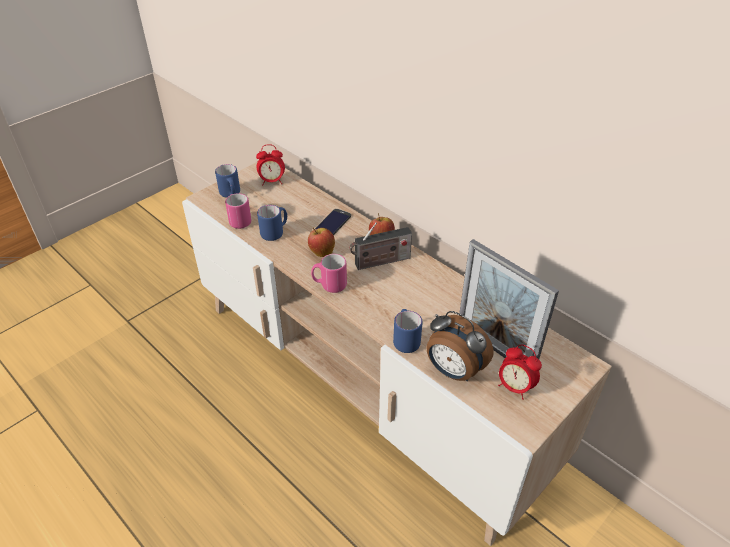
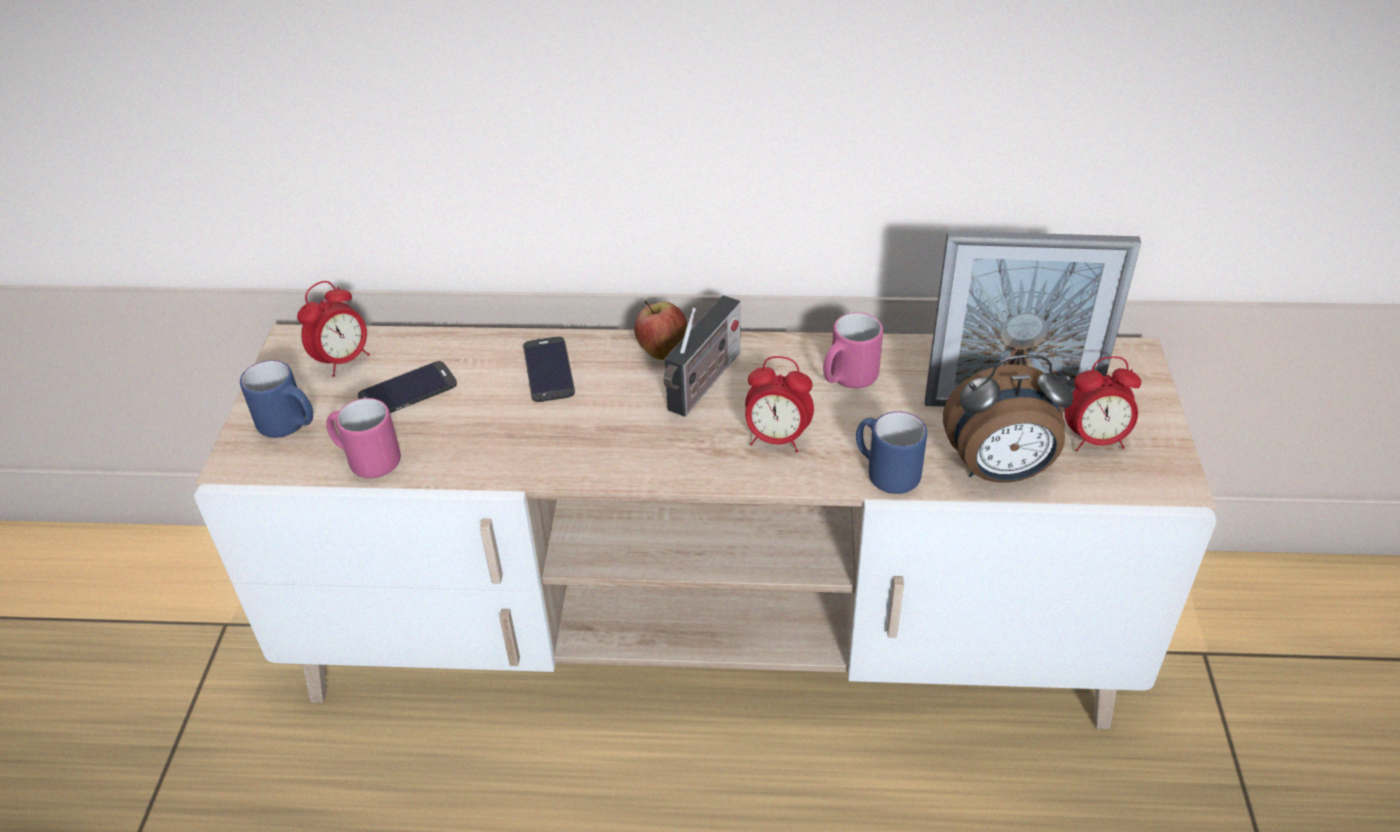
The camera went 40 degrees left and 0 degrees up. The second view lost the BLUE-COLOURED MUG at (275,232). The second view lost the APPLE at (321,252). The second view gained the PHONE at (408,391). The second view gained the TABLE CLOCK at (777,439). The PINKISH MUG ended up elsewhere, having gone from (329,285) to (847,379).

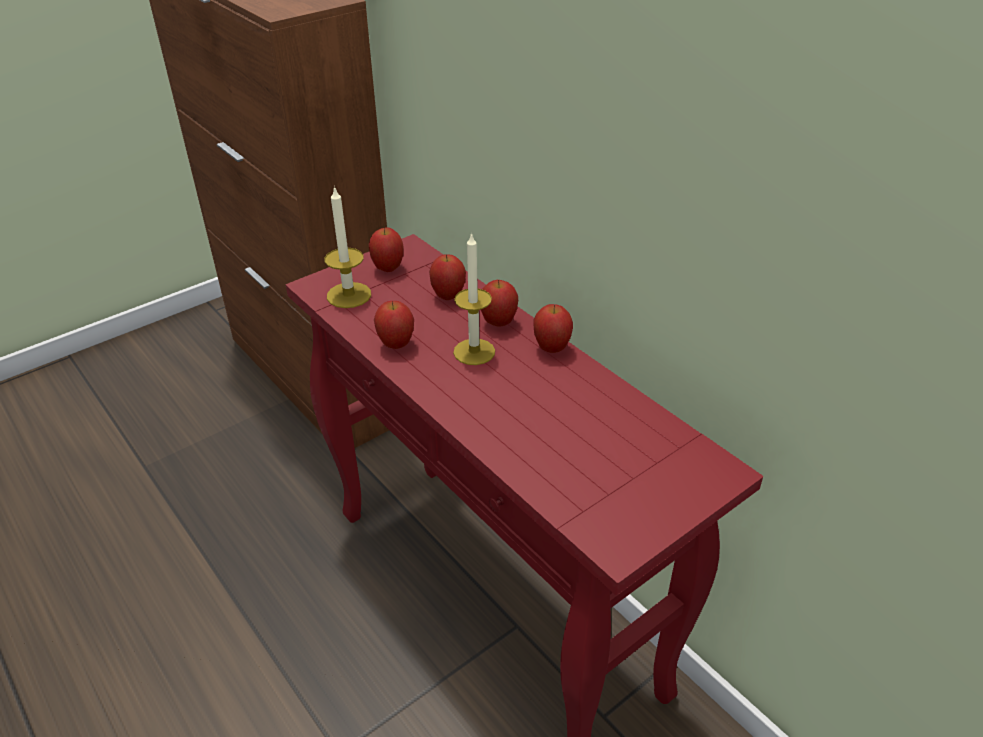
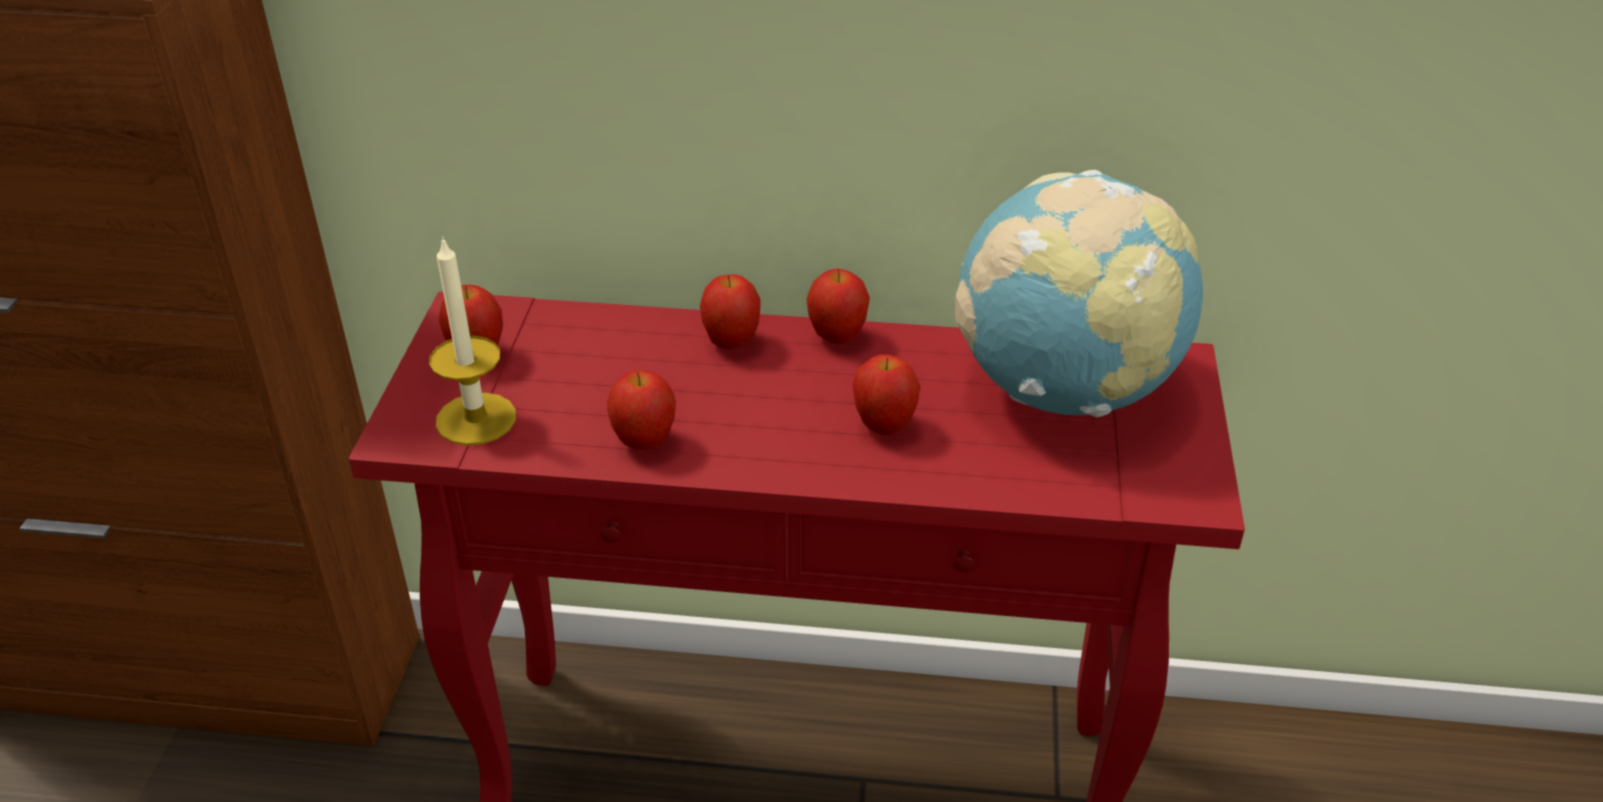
The camera went 45 degrees left and 0 degrees up. The second view lost the WAX LIGHT at (474,352). The second view gained the DESK GLOBE at (1064,390). The APPLE ended up elsewhere, having gone from (448,296) to (884,426).

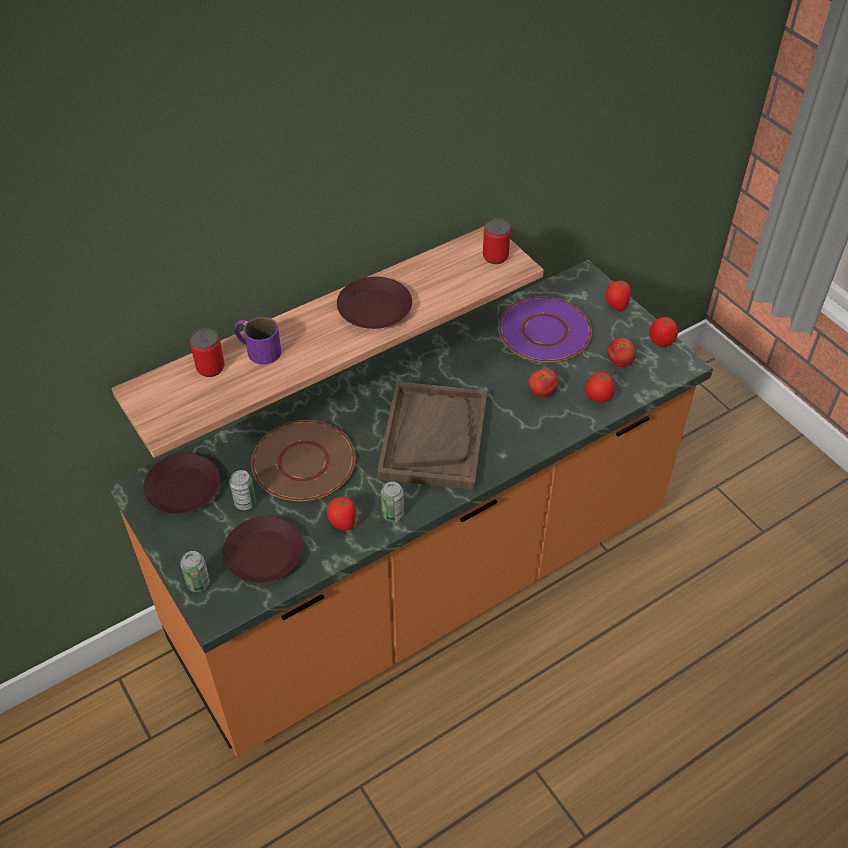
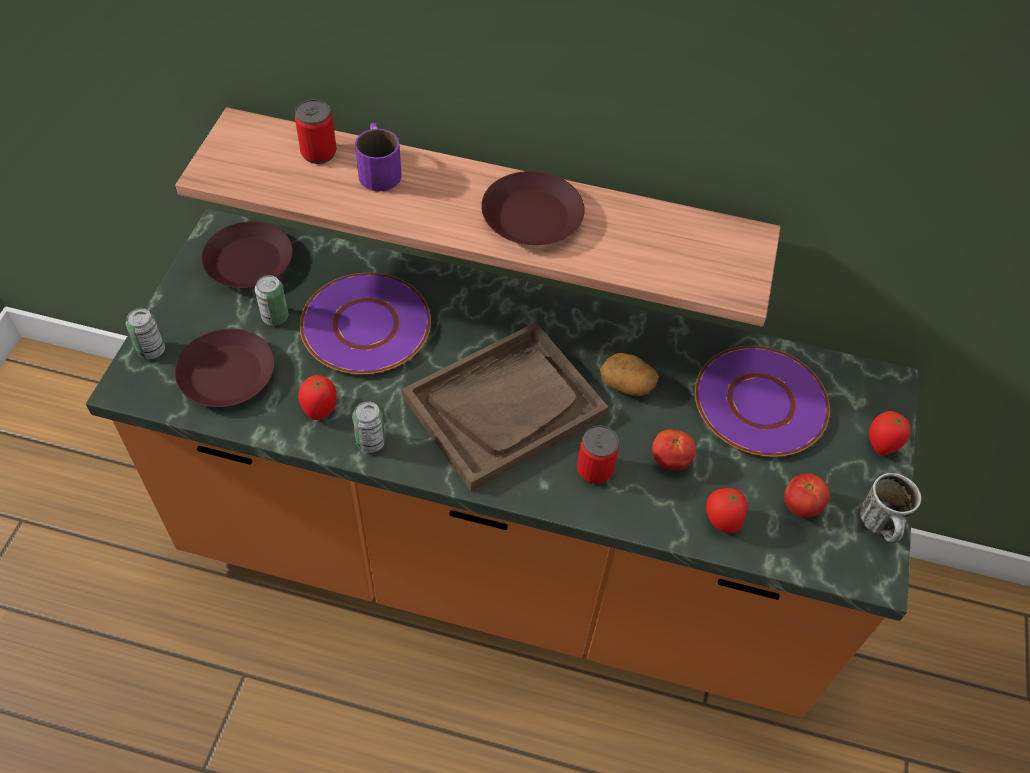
The camera went 45 degrees right and 5 degrees up. The second view gained the SPUD at (627,384). The CAN ended up elsewhere, having gone from (495,256) to (594,470). Where the TOMATO stood at (661,342), the MUG came to stand at (881,527). What was the BROWN-COLOURED FLAT DISH at (303,462) turned into the PURPLE FLAT DISH at (365,325).

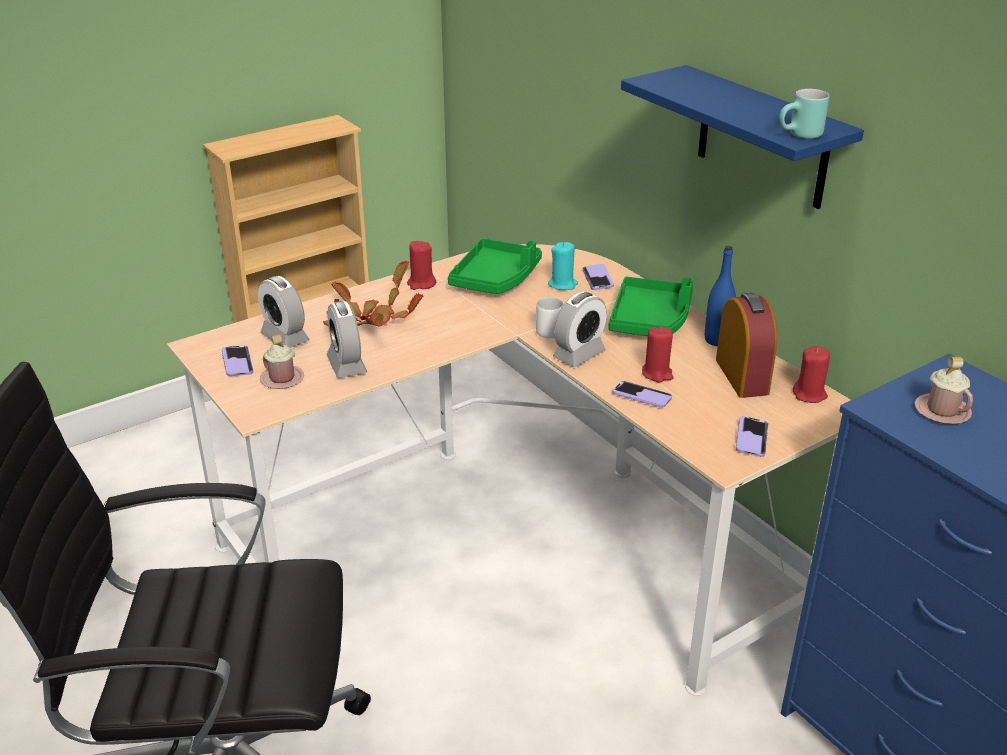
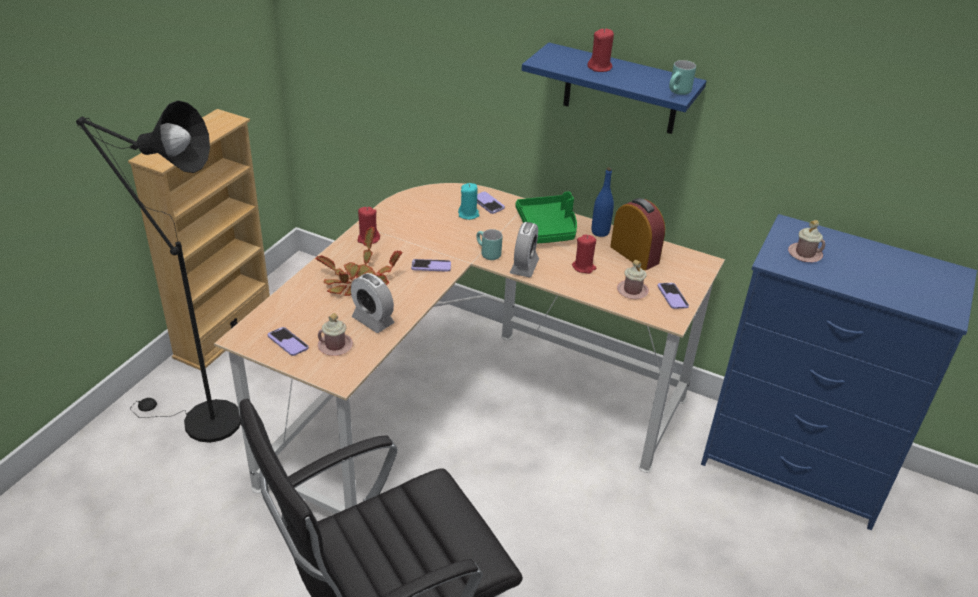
The camera went 30 degrees left and 5 degrees up. The second view lost the TABLE CLOCK at (284,337). The second view lost the GREEN SERVING TRAY at (496,279). The second view gained the BLACK STANDARD LAMP at (201,421). The second view gained the PINKISH MUG at (632,291). The PHONE ended up elsewhere, having gone from (642,396) to (431,266). The RED-COLOURED WAX LIGHT ended up elsewhere, having gone from (809,395) to (600,67). What was the WHITE-COLOURED MUG at (545,330) turned into the TURQUOISE-COLOURED MUG at (486,254).

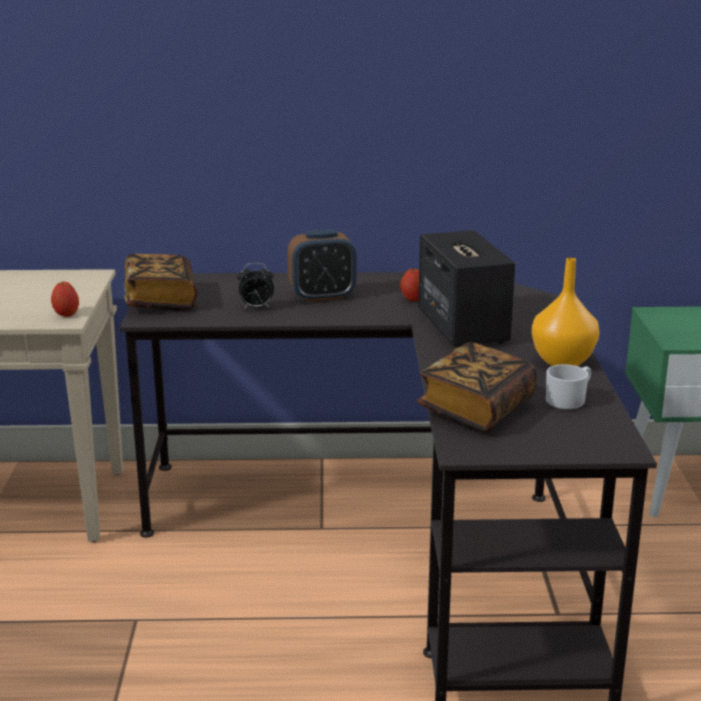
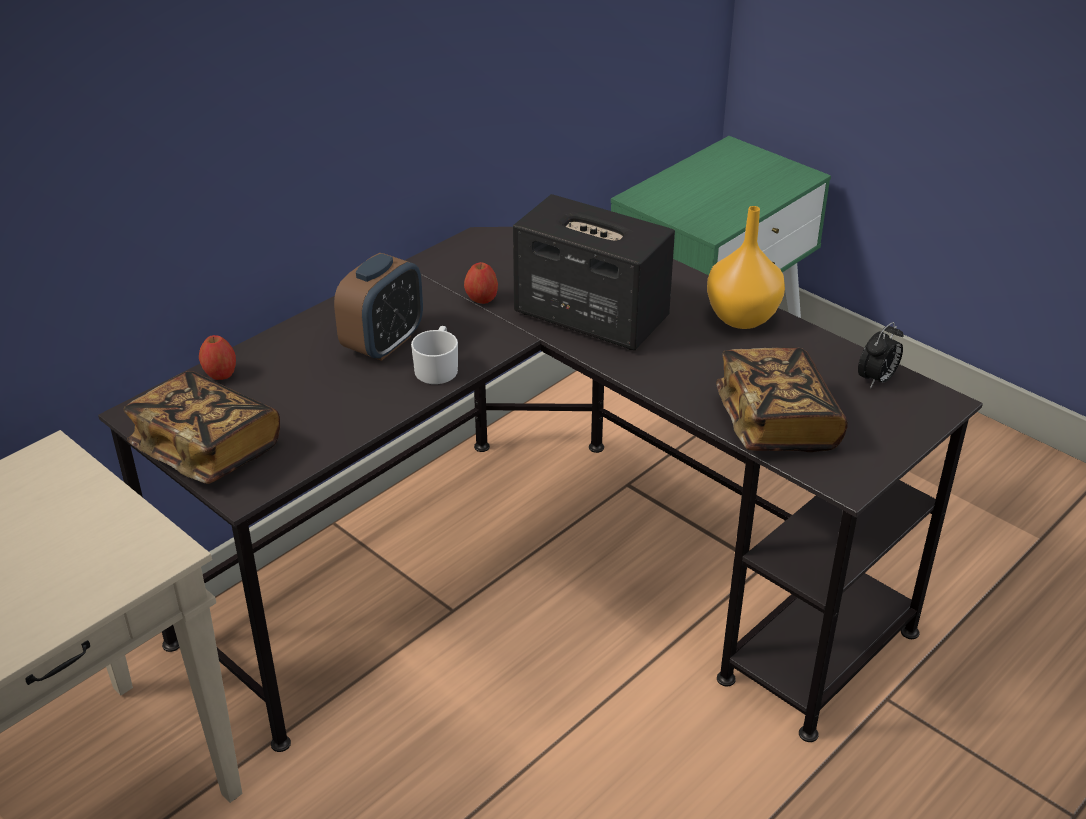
The camera went 45 degrees left and 15 degrees up. The APPLE ended up elsewhere, having gone from (66,314) to (220,375). The TABLE CLOCK ended up elsewhere, having gone from (256,308) to (877,380). The WHITE-COLOURED MUG ended up elsewhere, having gone from (569,399) to (437,368).

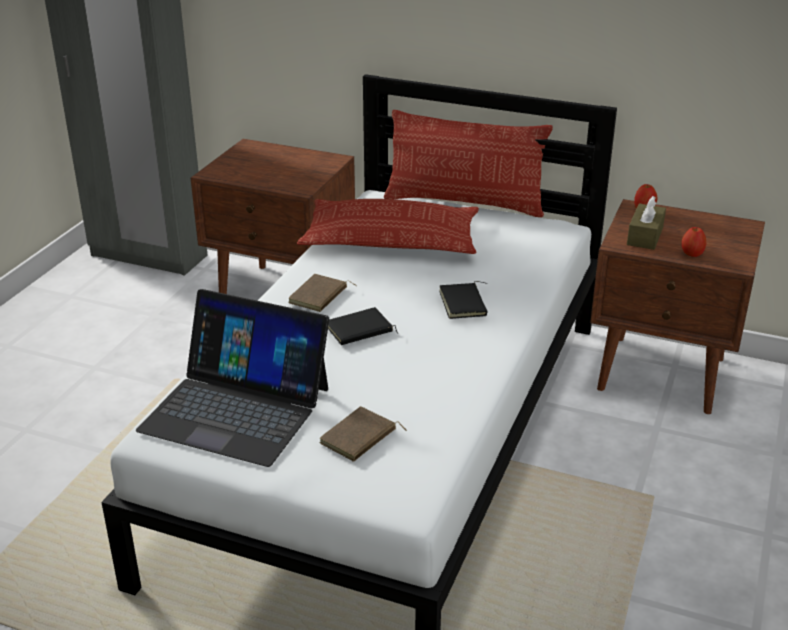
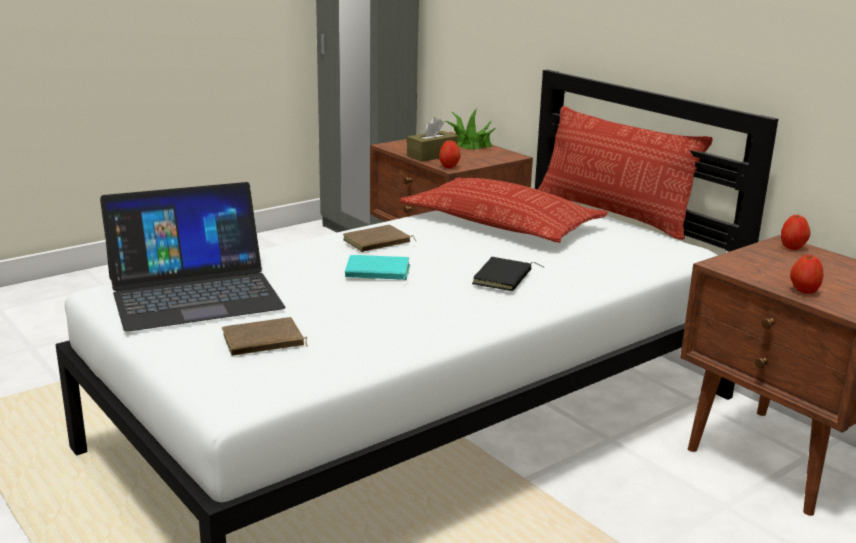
The camera went 30 degrees right and 10 degrees down. The second view gained the APPLE at (449,166). The second view gained the POTTED PLANT at (470,144). The BROWN-COLOURED TISSUE BOX ended up elsewhere, having gone from (645,236) to (432,155). What was the BLACK BOOK at (359,331) turned into the TURQUOISE-COLOURED BOOK at (377,272). The PORTABLE COMPUTER at (236,408) ended up facing another way, 75 degrees counterclockwise from before.

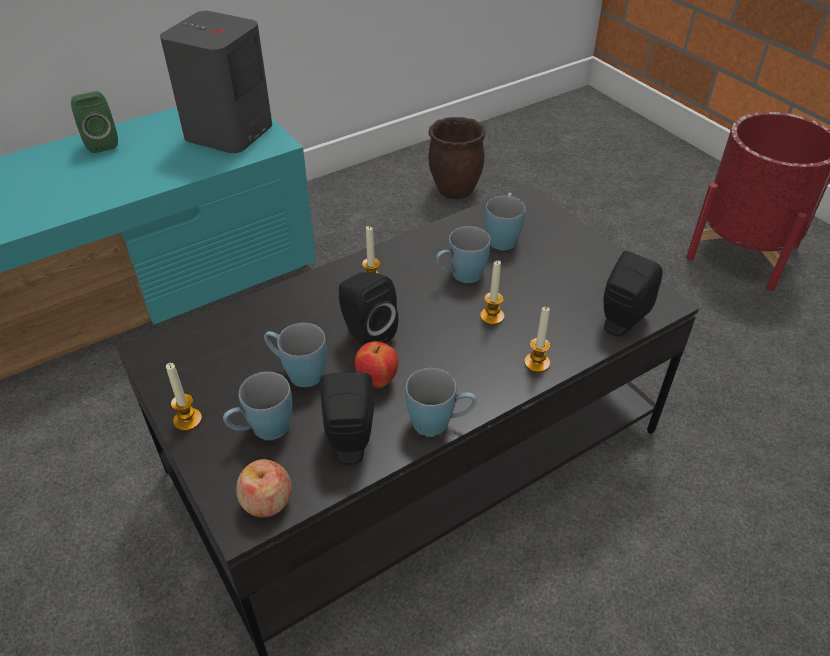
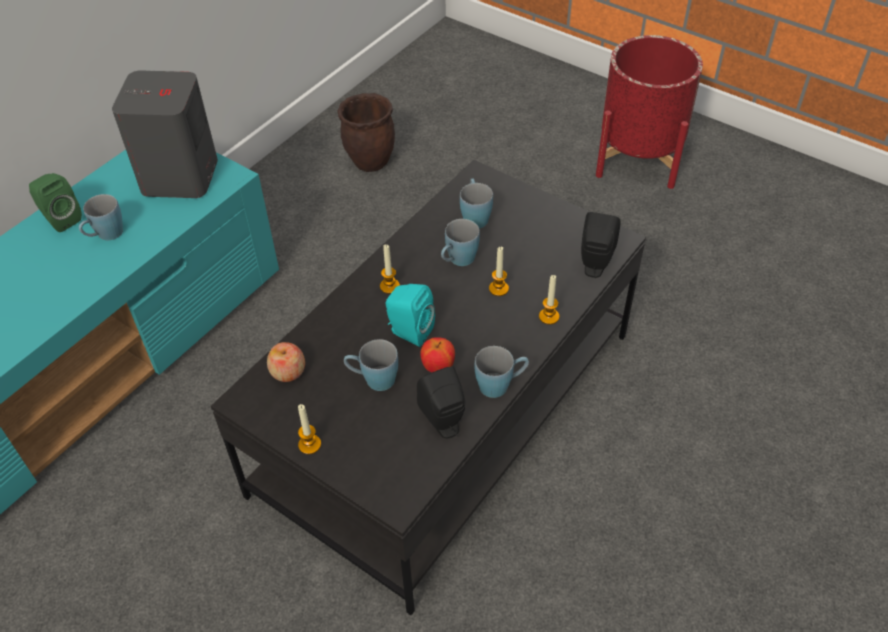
The camera went 20 degrees left and 5 degrees up. The BLUE-COLOURED MUG ended up elsewhere, having gone from (262,430) to (106,236). The APPLE ended up elsewhere, having gone from (267,501) to (288,371). What was the BLACK SPEAKER at (366,333) turned into the TURQUOISE-COLOURED SPEAKER at (408,332).

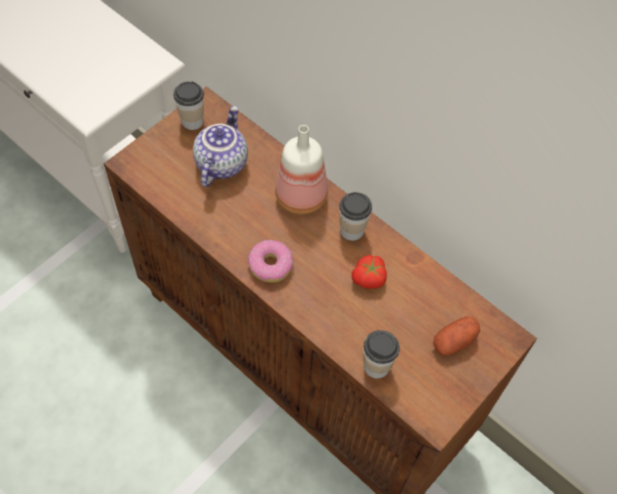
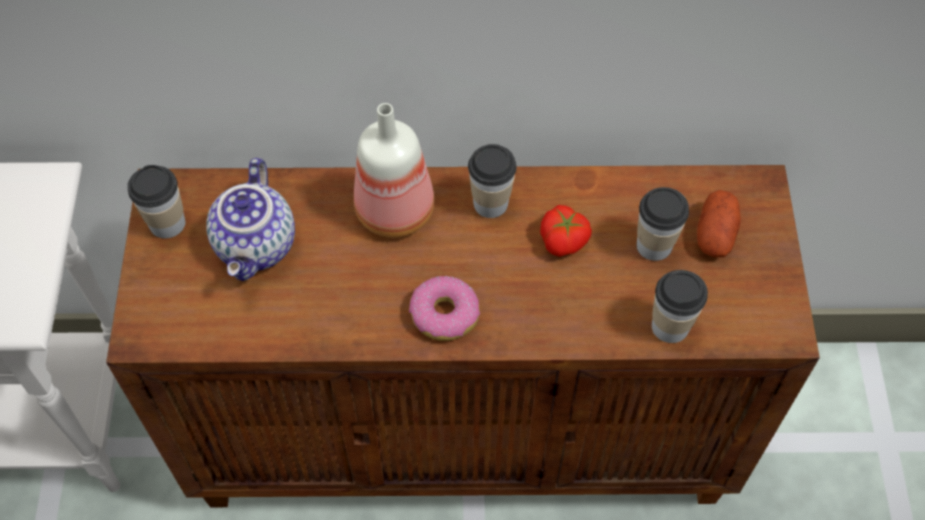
The camera went 40 degrees left and 0 degrees up. The second view gained the CUP at (654,245). The POT FOR TEA at (220,163) ended up facing another way, 150 degrees counterclockwise from before.

